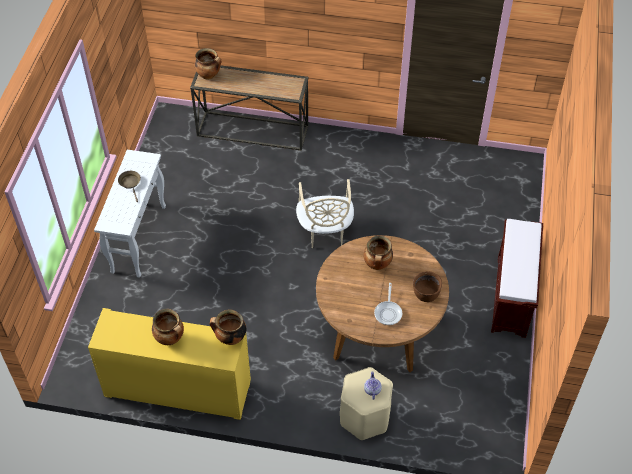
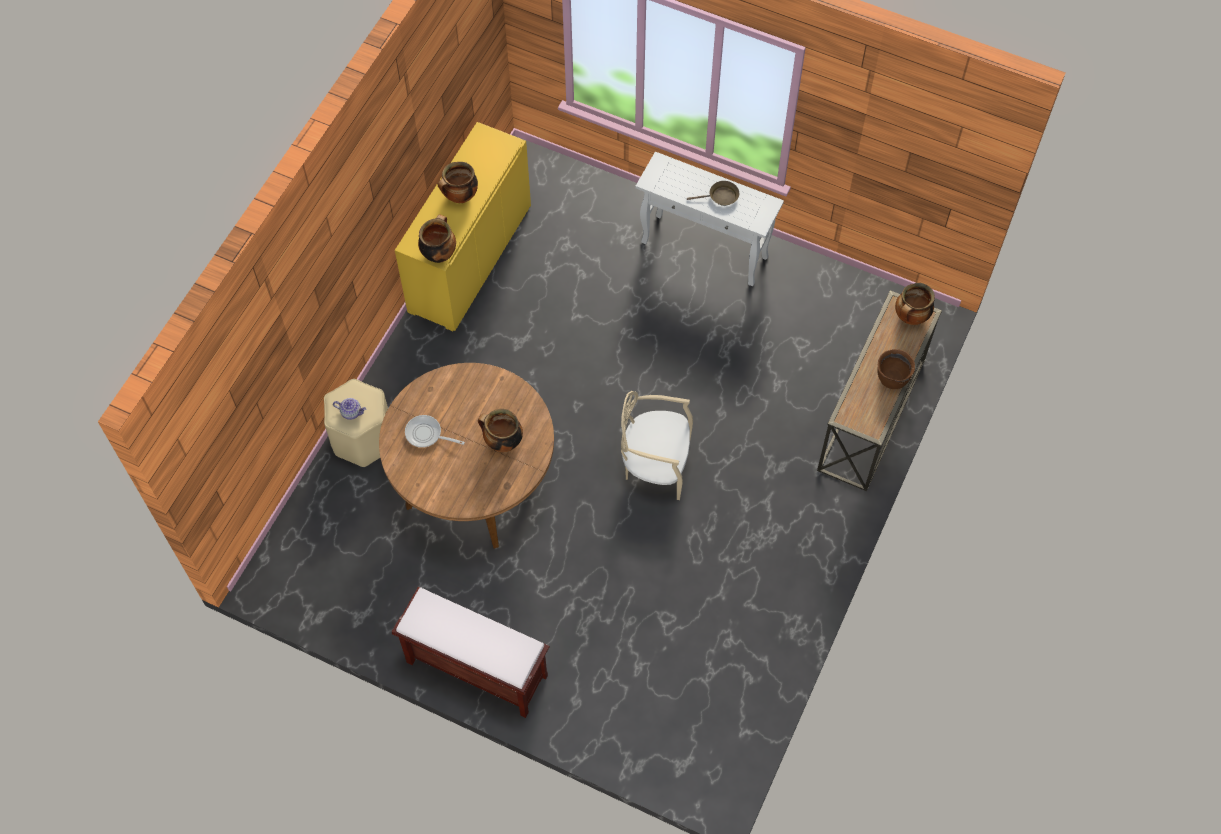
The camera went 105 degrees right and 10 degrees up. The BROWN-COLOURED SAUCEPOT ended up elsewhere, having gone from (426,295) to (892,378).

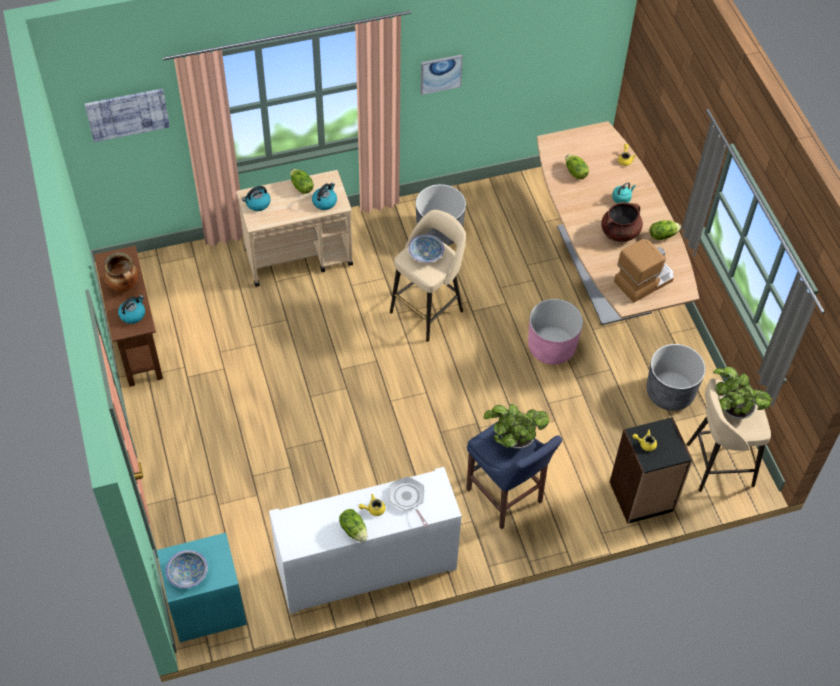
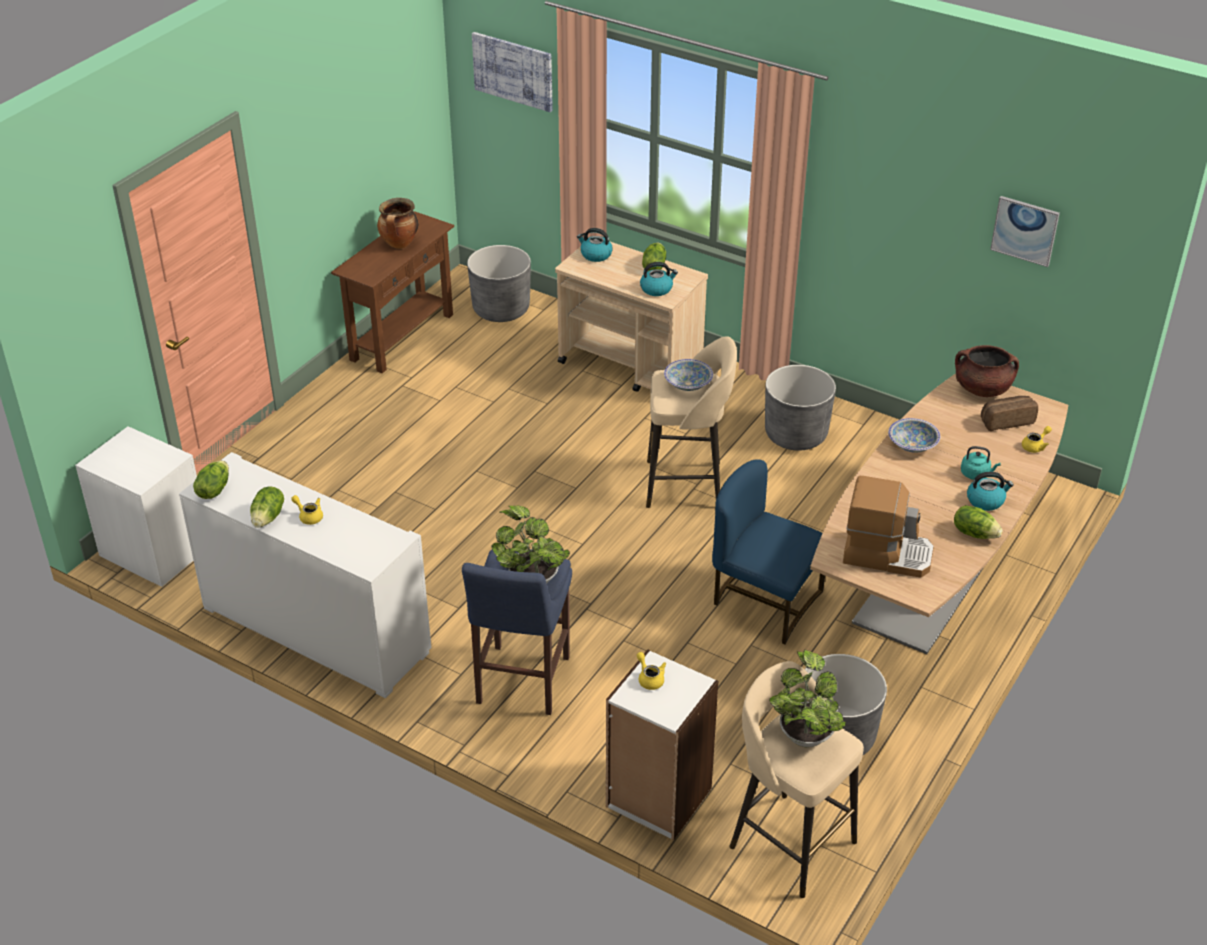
The camera went 50 degrees right and 15 degrees down. The second view lost the PAN at (408,499). The second view gained the GRAY PLANTER at (501,309). The second view gained the BAKED BREAD at (1006,420). The TEA KETTLE ended up elsewhere, having gone from (133,314) to (986,500). The SERVING BOWL ended up elsewhere, having gone from (188,573) to (912,444). The PICTURE ended up elsewhere, having gone from (440,73) to (1025,230). The LETTUCE HEAD ended up elsewhere, having gone from (575,173) to (213,490). The BROWN-COLOURED SAUCEPOT ended up elsewhere, having gone from (619,232) to (982,389). Where the PINKISH PLANTER stood at (551,347), the BLUE-COLOURED PLAIN CHAIR came to stand at (765,601). What was the TURQUOISE-COLOURED NIGHTSTAND at (207,607) turned into the WHITE-COLOURED NIGHTSTAND at (156,550). What was the BLACK BOOKCASE at (642,497) turned into the WHITE-COLOURED BOOKCASE at (658,798).

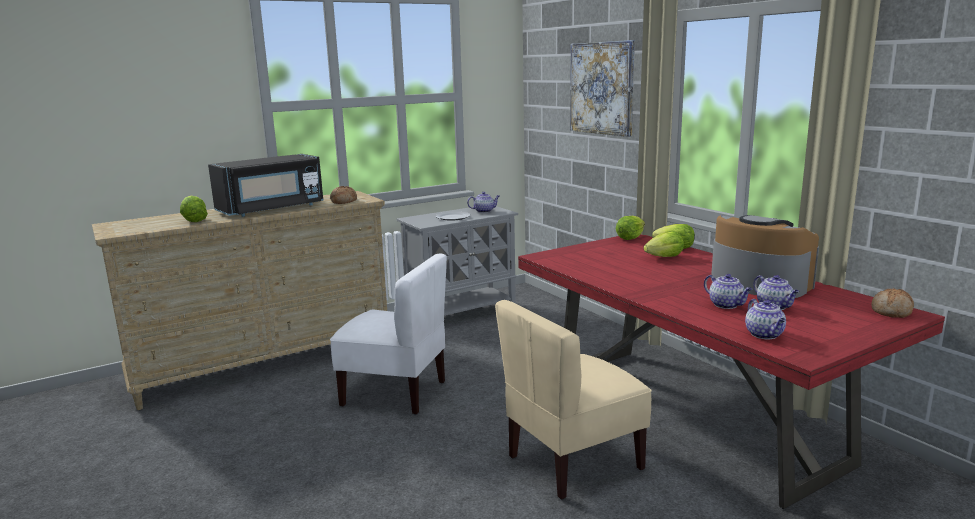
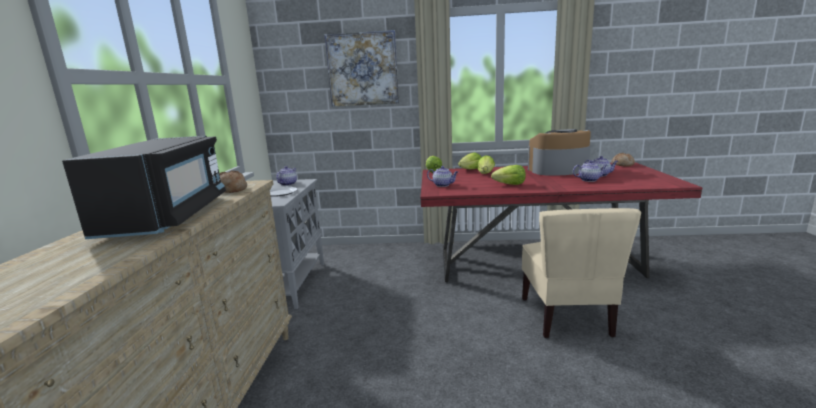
The camera went 55 degrees left and 0 degrees up. The second view lost the WHITE-COLOURED PLAIN CHAIR at (395,393). The LETTUCE HEAD ended up elsewhere, having gone from (194,220) to (510,185). The POT FOR TEA ended up elsewhere, having gone from (765,335) to (443,185).

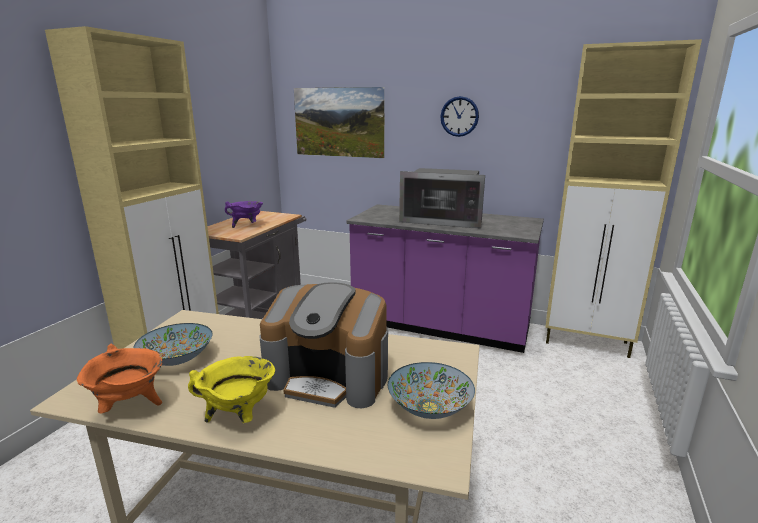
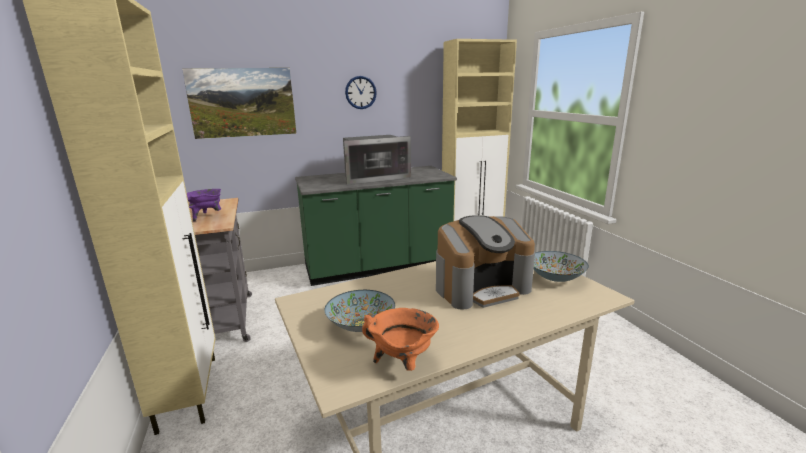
The camera went 40 degrees left and 0 degrees up. The second view lost the YELLOWISH SAUCEPOT at (239,417). What was the PURPLE KITCHEN COUNTER at (440,326) turned into the GREEN KITCHEN COUNTER at (378,266).

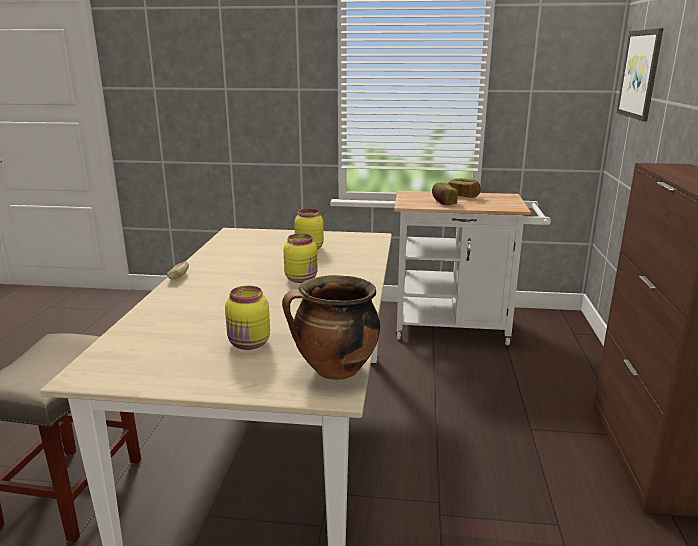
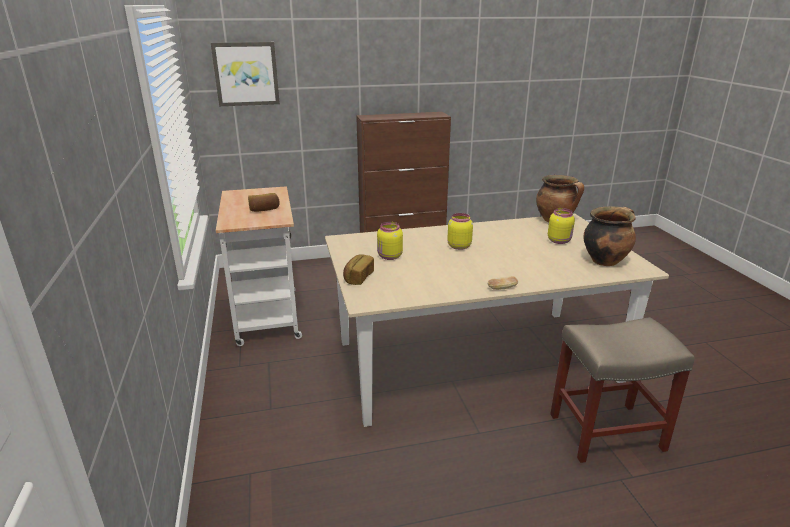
The camera went 110 degrees left and 5 degrees up. The second view gained the SAUCEPOT at (605,260). The BAKED BREAD ended up elsewhere, having gone from (463,196) to (358,278).

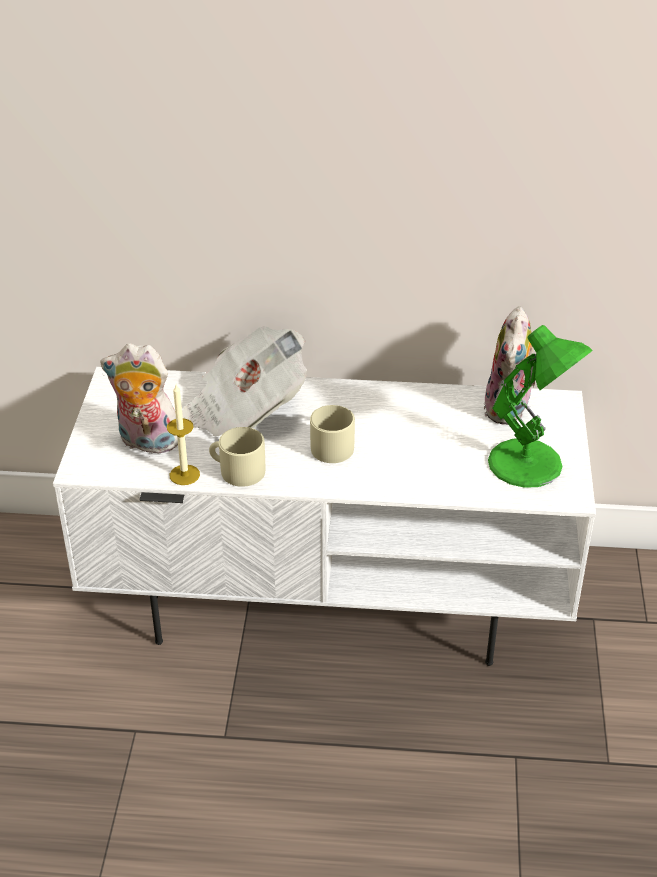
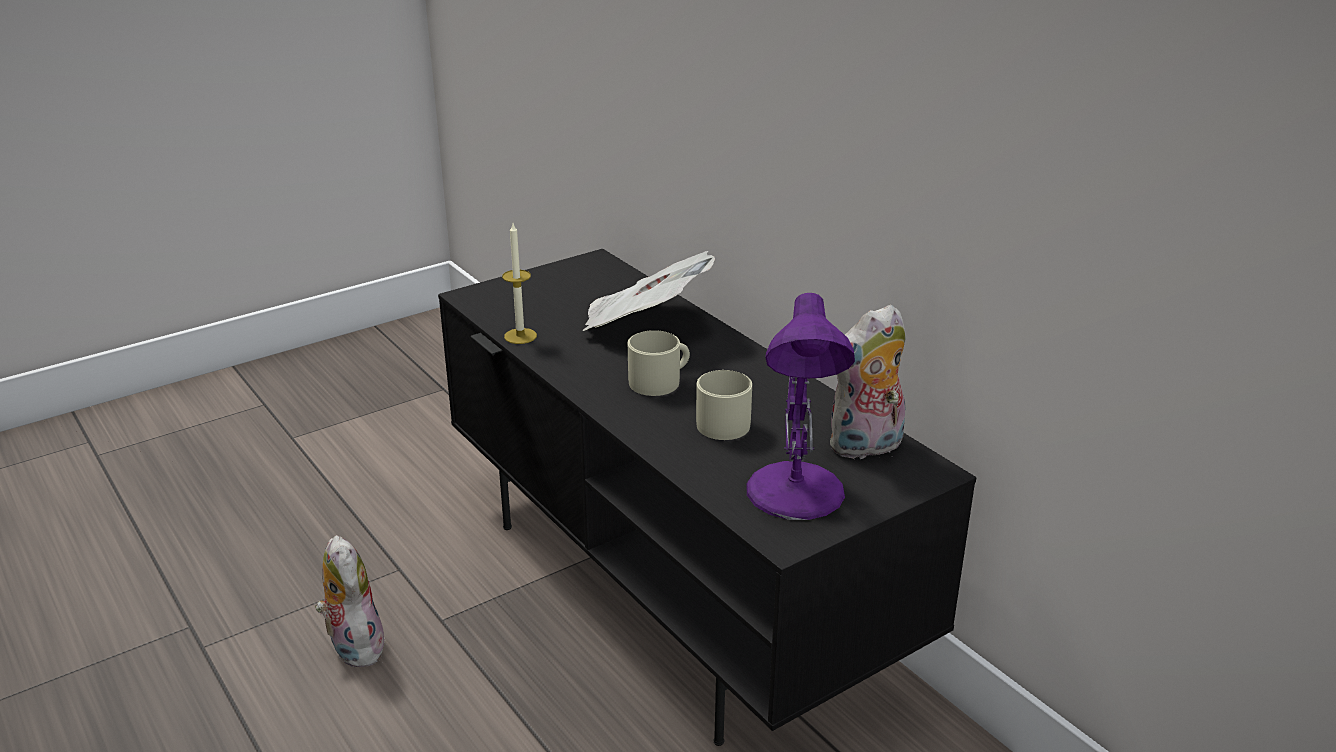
The camera went 50 degrees right and 10 degrees down. The CUDDLY TOY ended up elsewhere, having gone from (146,443) to (353,646). The BEIGE-COLOURED MUG ended up elsewhere, having gone from (237,470) to (720,422). What was the WHITE-COLOURED TV STAND at (331,596) turned into the BLACK TV STAND at (676,591). What was the GREEN TABLETOP LAMP at (529,464) turned into the PURPLE TABLETOP LAMP at (796,494).

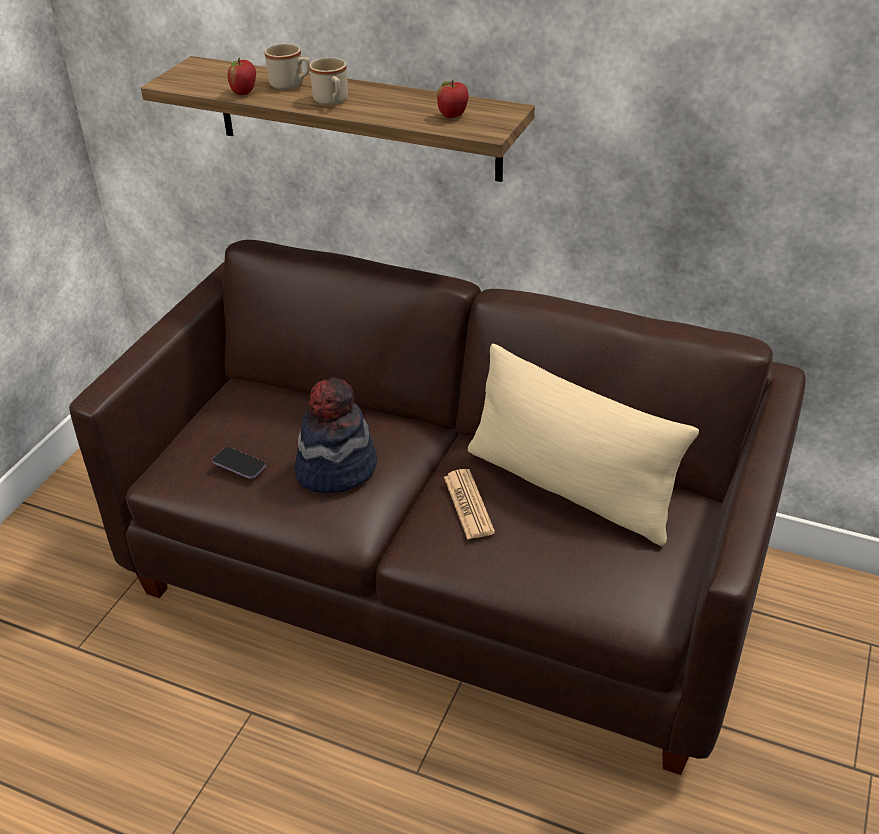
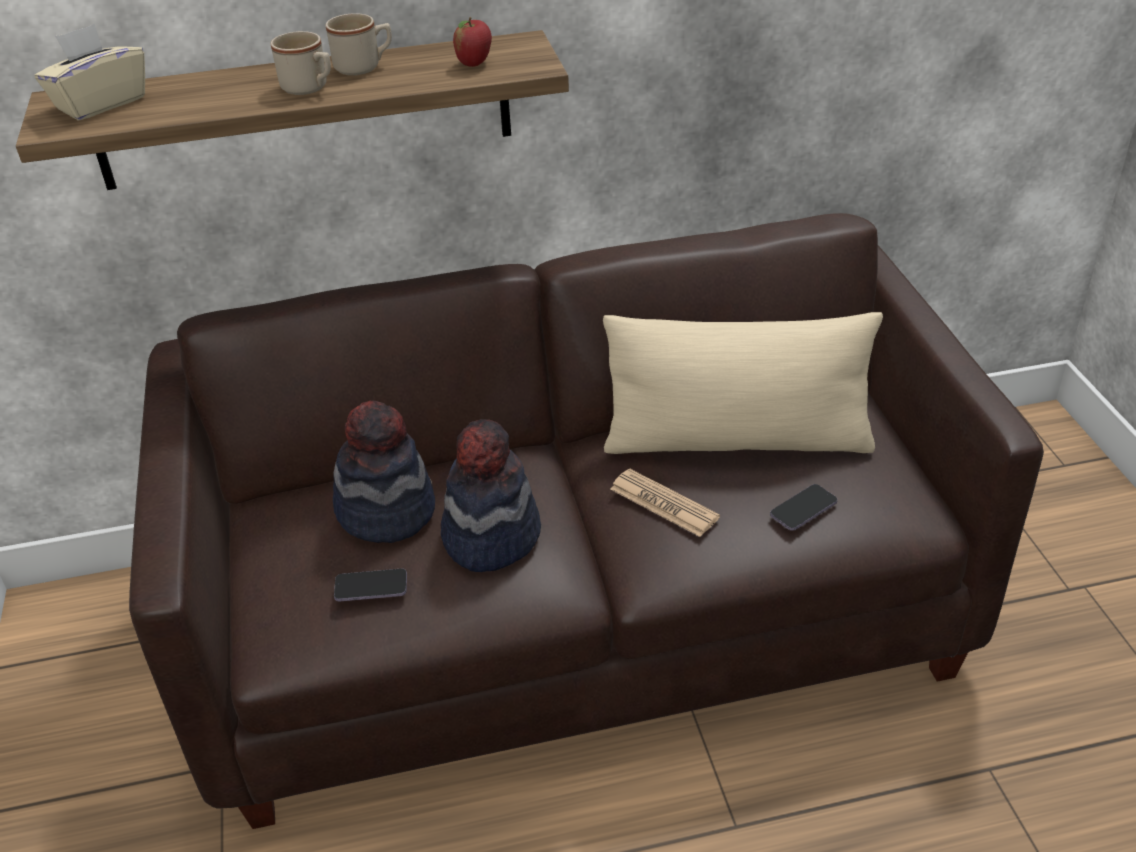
The camera went 35 degrees left and 0 degrees up. The second view lost the APPLE at (244,93). The second view gained the BEIGE-COLOURED TISSUE BOX at (101,103). The second view gained the WEARABLE HAT at (386,510). The second view gained the PHONE at (803,509). The BEIGE-COLOURED MUG ended up elsewhere, having gone from (291,85) to (364,67).

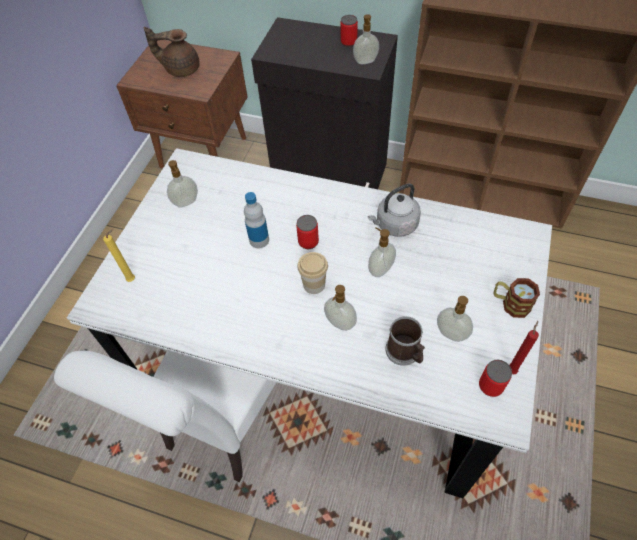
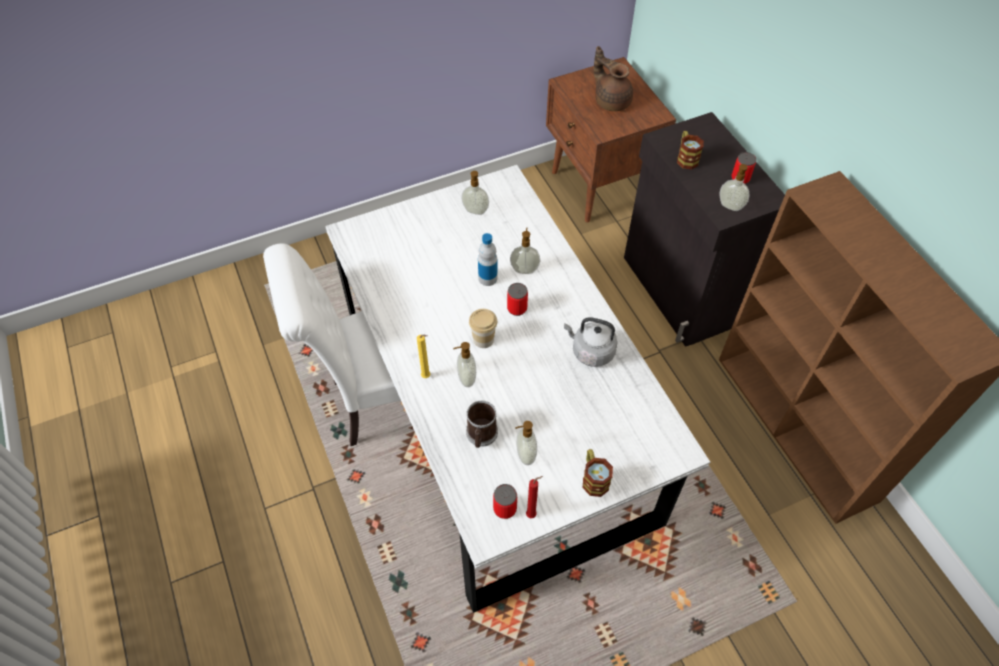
The camera went 45 degrees right and 0 degrees up. The second view gained the MUG at (686,158). The YELLOWISH WAX LIGHT ended up elsewhere, having gone from (133,279) to (427,377). The SOAP BOTTLE ended up elsewhere, having gone from (380,269) to (524,269).

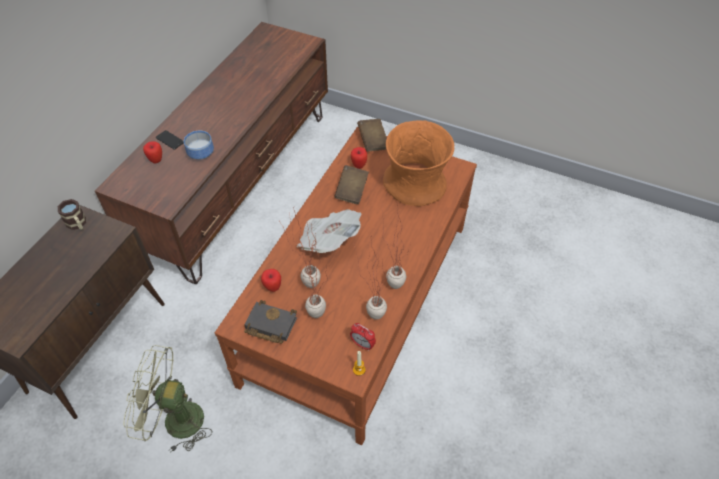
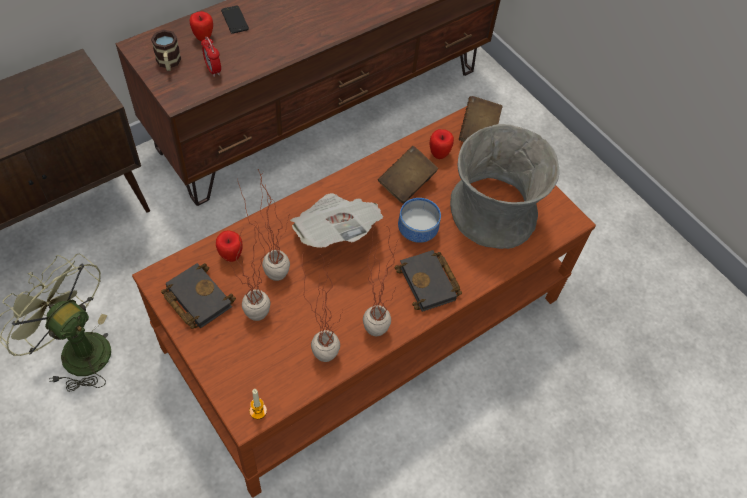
The camera went 25 degrees right and 5 degrees up. The second view gained the BLACK BOOK at (430,284). The MUG ended up elsewhere, having gone from (78,224) to (168,63). The SERVING BOWL ended up elsewhere, having gone from (202,153) to (419,231). The TABLE CLOCK ended up elsewhere, having gone from (362,344) to (213,69). What was the ORANGE-COLOURED FLOWER VASE at (414,185) turned into the GRAY FLOWER VASE at (492,214).

